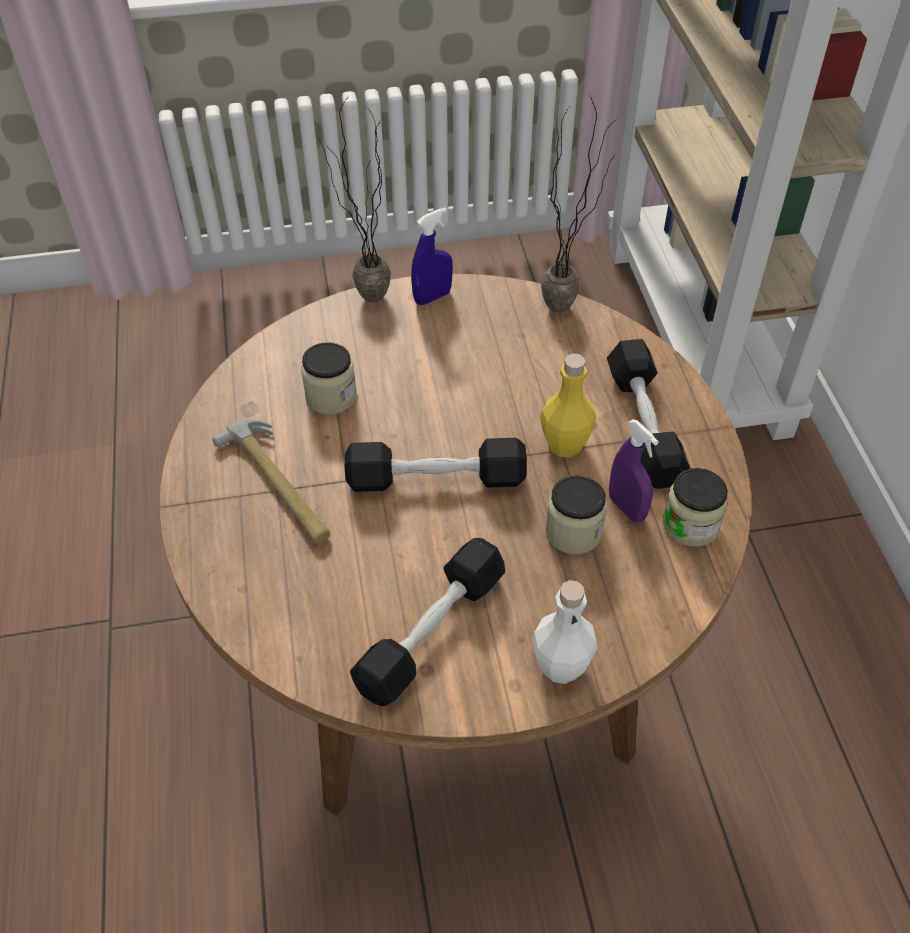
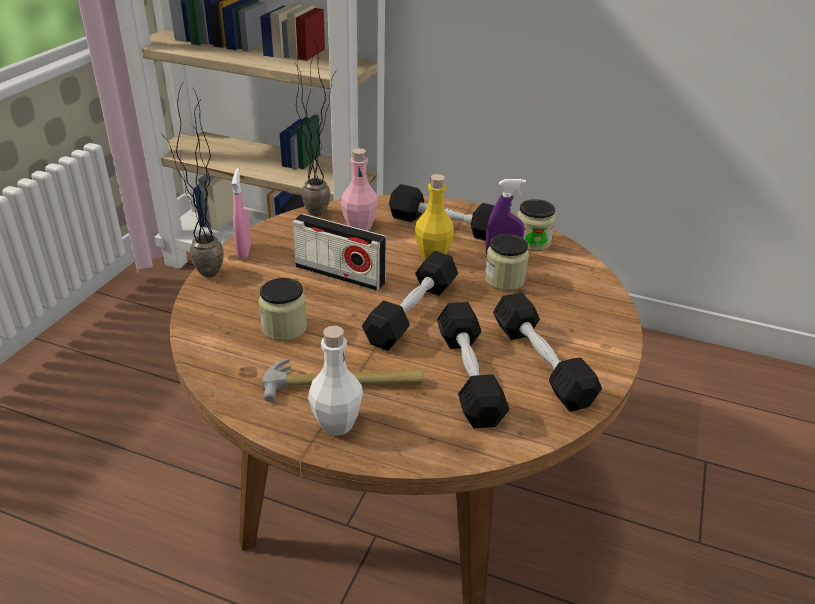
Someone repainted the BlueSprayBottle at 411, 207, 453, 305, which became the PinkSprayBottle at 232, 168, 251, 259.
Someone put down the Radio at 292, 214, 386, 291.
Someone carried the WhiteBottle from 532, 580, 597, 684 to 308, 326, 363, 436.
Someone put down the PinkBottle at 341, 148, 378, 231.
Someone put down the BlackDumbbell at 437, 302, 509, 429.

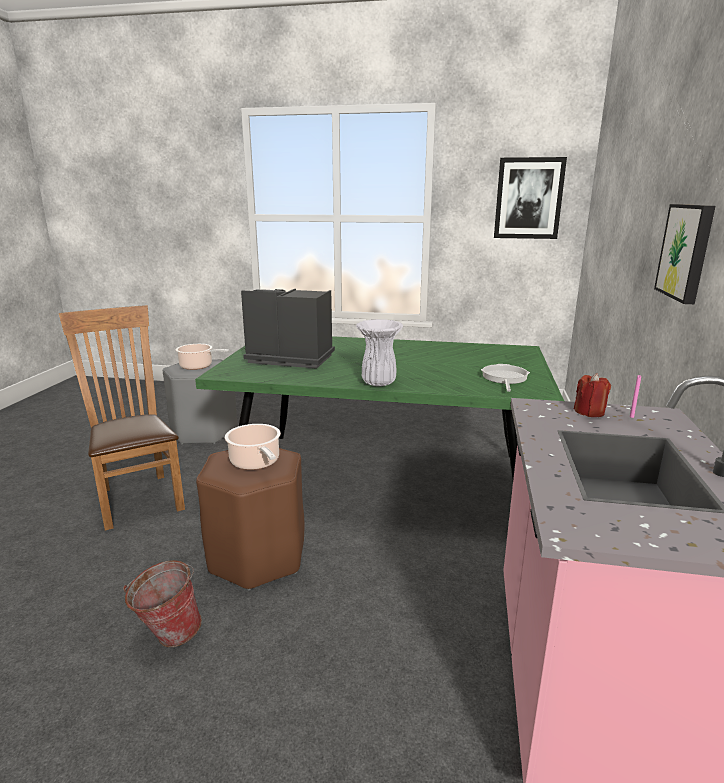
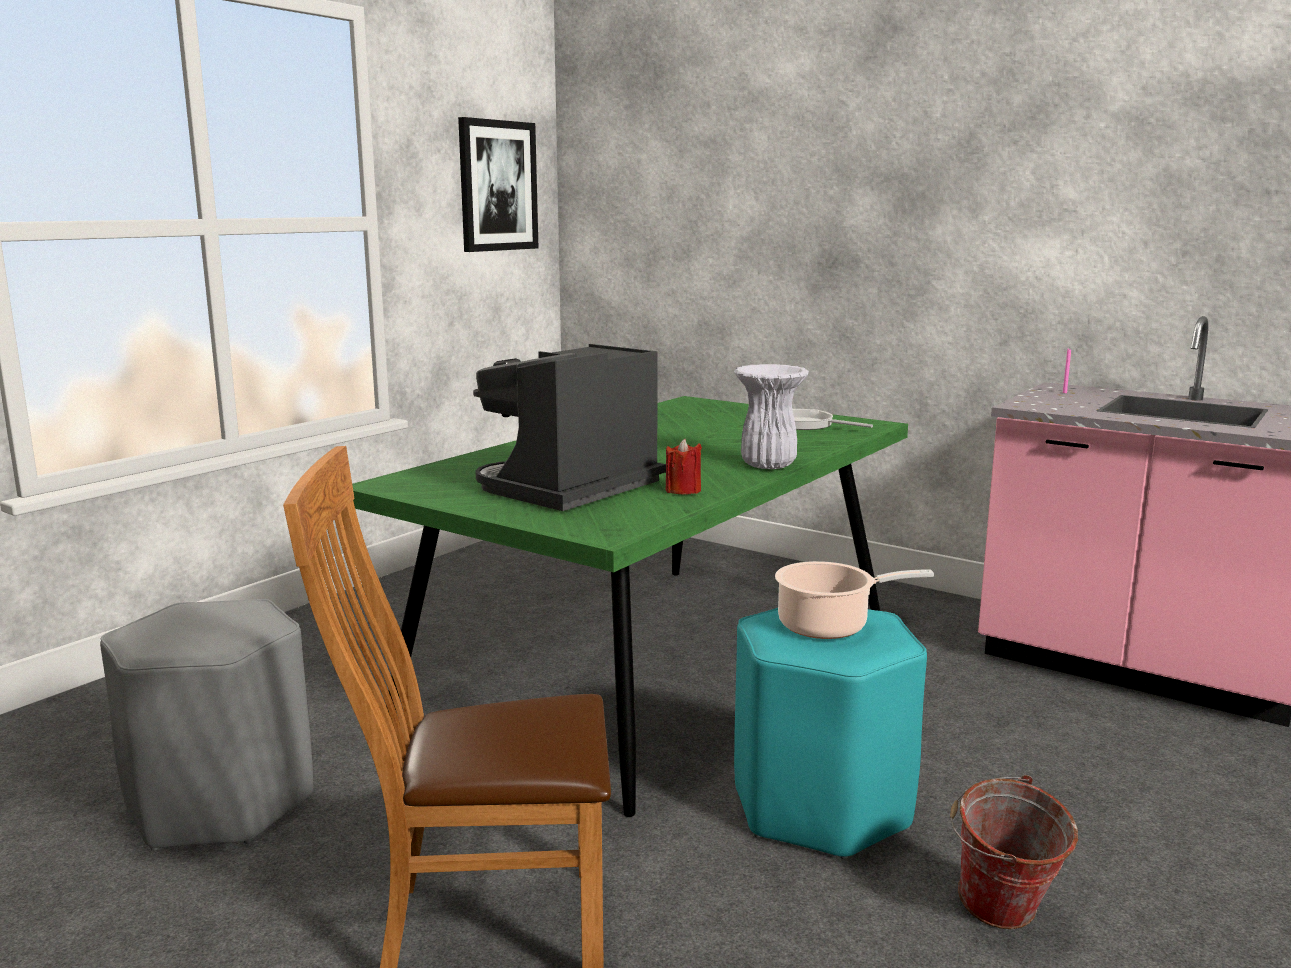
Someone carried the RedCandle from 574, 373, 611, 417 to 666, 439, 702, 494.
Someone repainted the BrownStool at 196, 448, 304, 591, which became the TurquoiseStool at 734, 608, 927, 859.
Someone took away the CookingPot at 176, 344, 229, 370.
Someone took away the Picture at 654, 204, 715, 304.

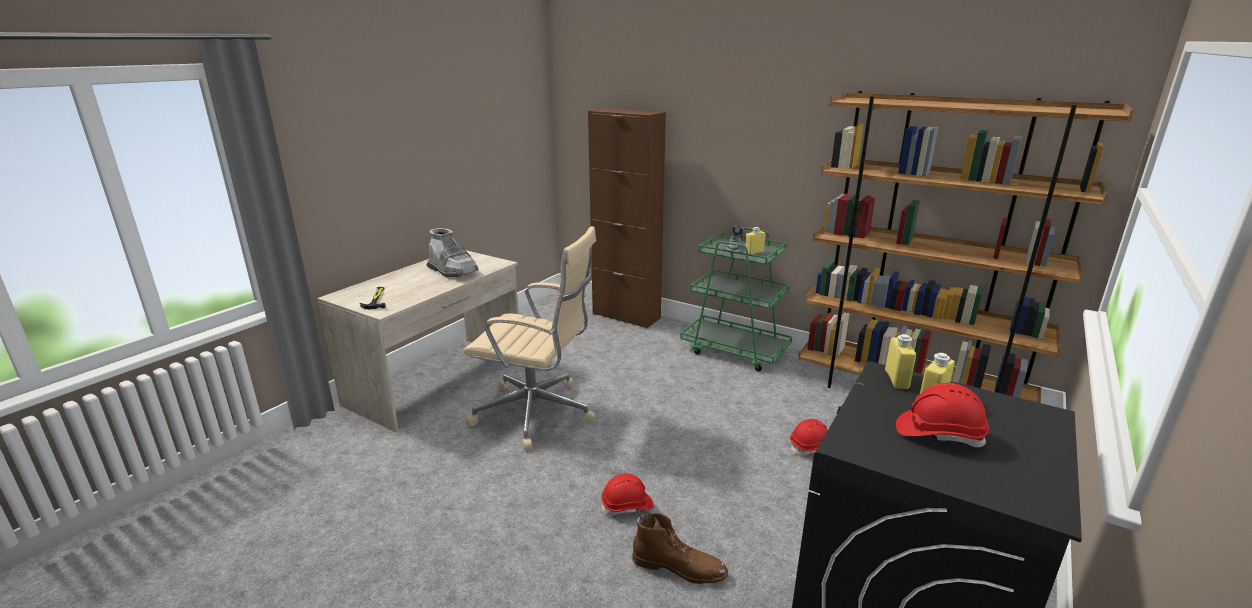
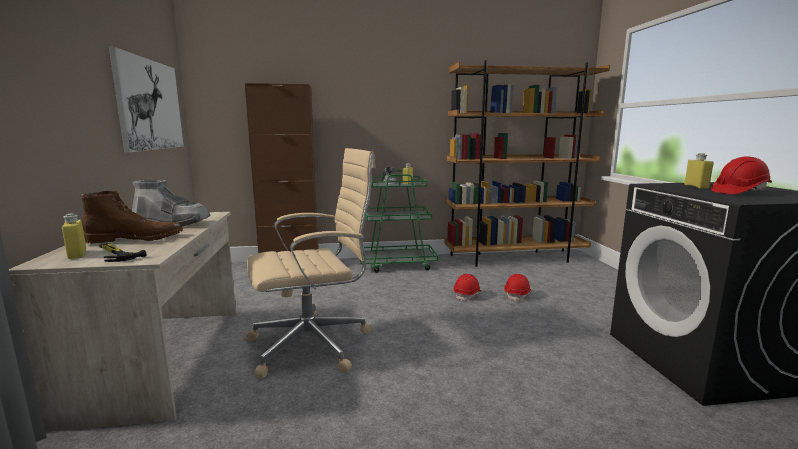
Someone carried the YellowBottle from 885, 334, 916, 389 to 62, 213, 86, 259.
Someone carried the BrownBoot from 632, 513, 728, 584 to 81, 191, 183, 243.
Someone put up the Picture at 109, 47, 183, 152.
Someone carried the RedHardHat from 601, 473, 654, 516 to 453, 274, 481, 301.

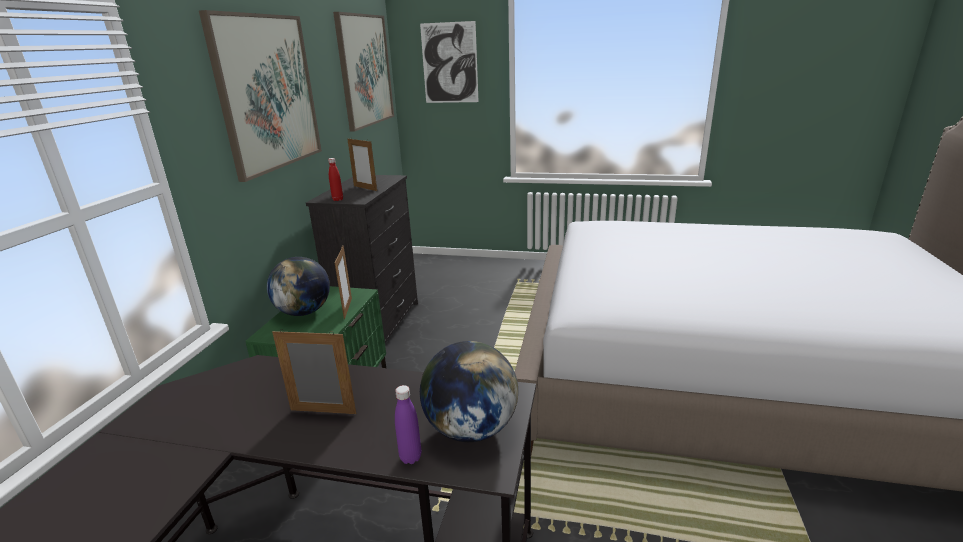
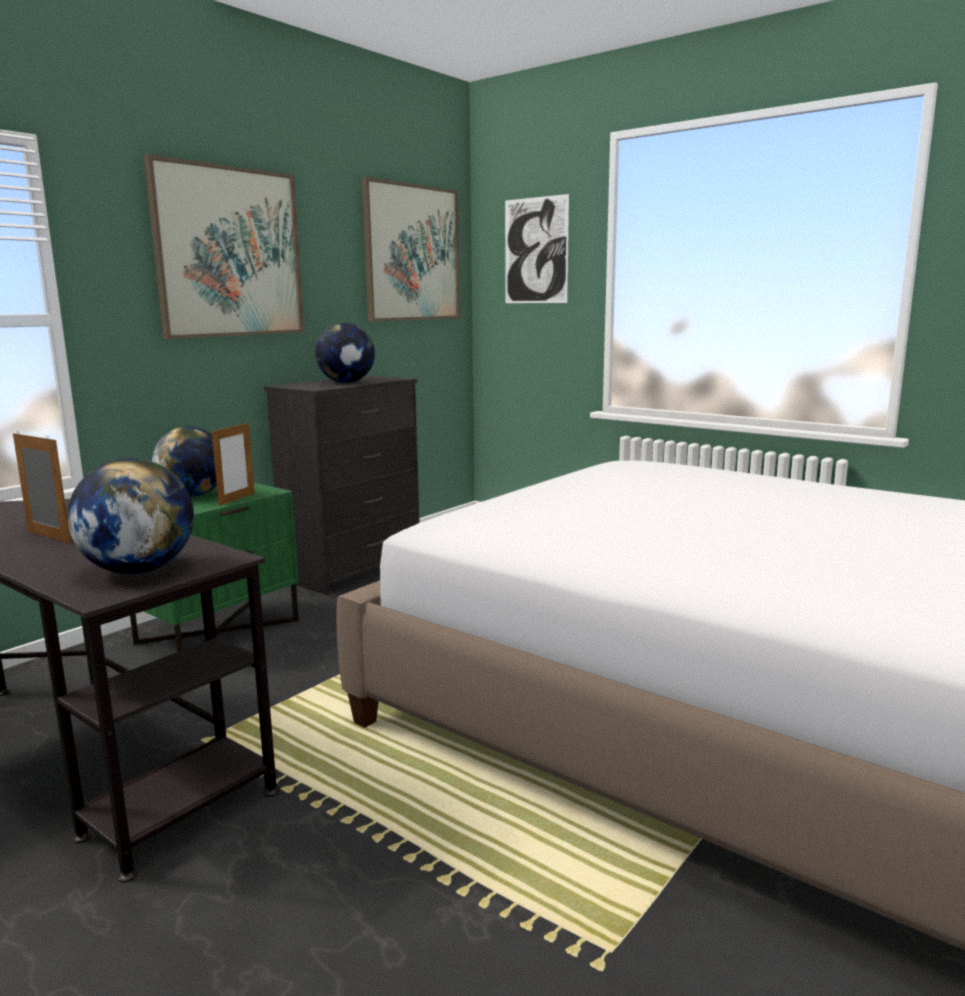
Someone swapped the PictureFrame at 347, 137, 377, 191 for the Globe at 315, 323, 375, 383.
Someone took away the RedBottle at 328, 158, 343, 201.
Someone took away the PurpleBottle at 395, 385, 421, 464.

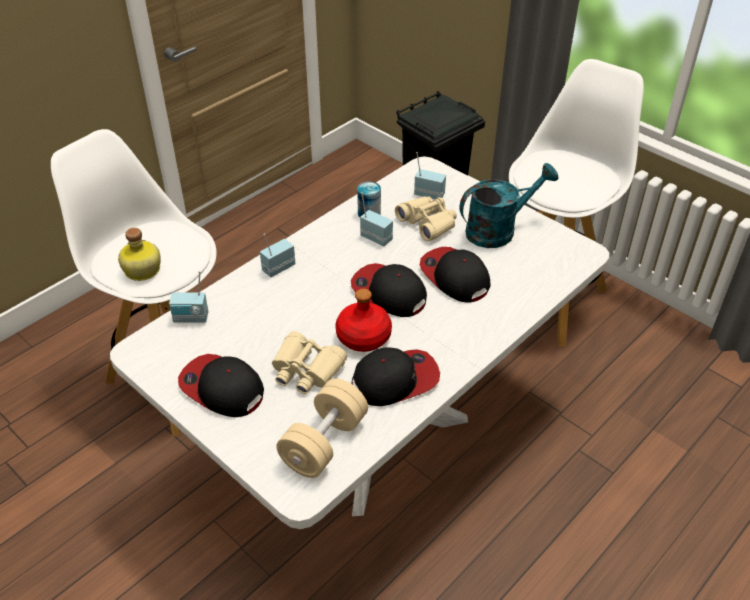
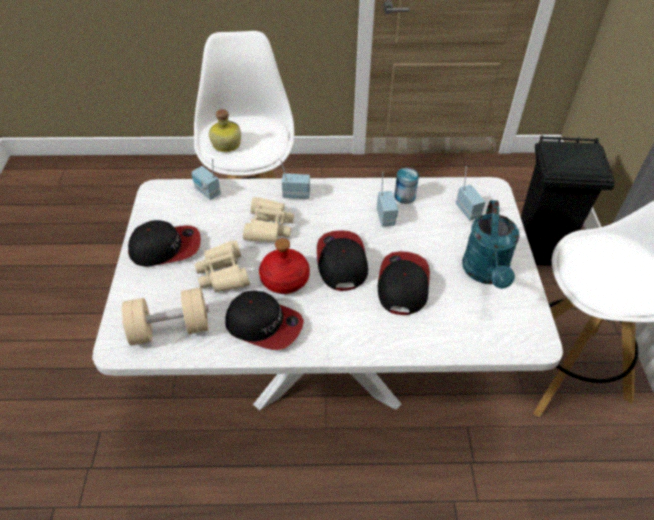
Someone rotated the Cap at 178, 354, 264, 417 by 90 degrees clockwise.
Someone carried the BeigeBinoculars from 395, 196, 457, 241 to 243, 197, 294, 242.
Someone rotated the TurquoiseWateringCan at 460, 163, 558, 248 by 75 degrees clockwise.

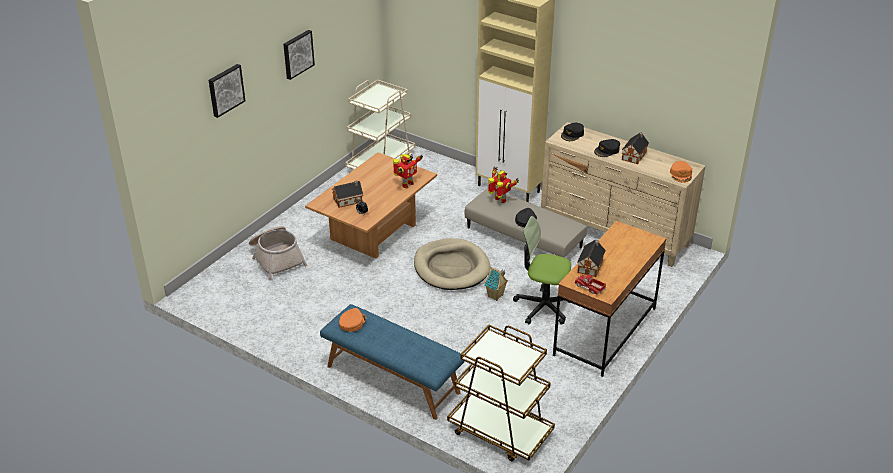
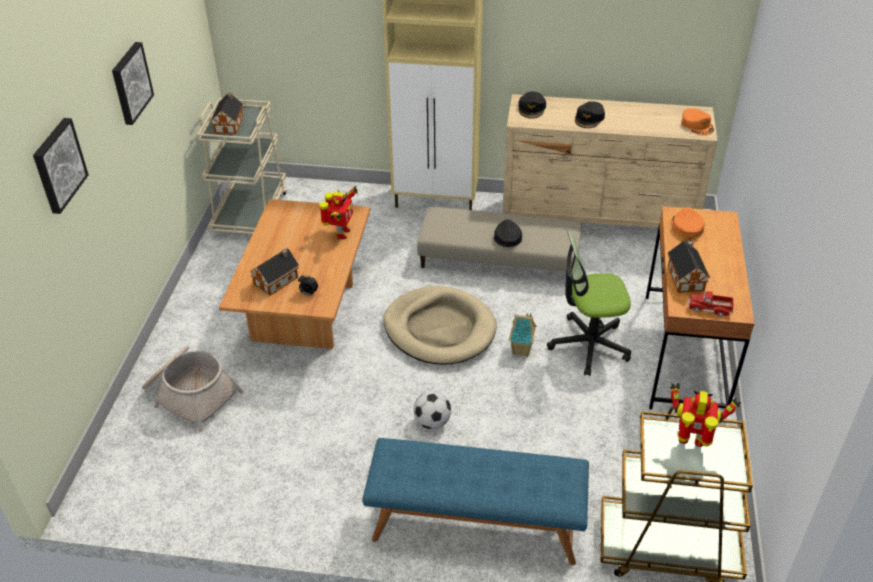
Someone carried the ToyHouse from 621, 133, 649, 164 to 211, 93, 243, 134.
Someone put down the Football at 414, 391, 451, 429.
Someone carried the ToyRobot from 488, 166, 519, 203 to 670, 383, 741, 447.
Someone carried the OrangeCap from 339, 308, 366, 332 to 672, 207, 705, 238.

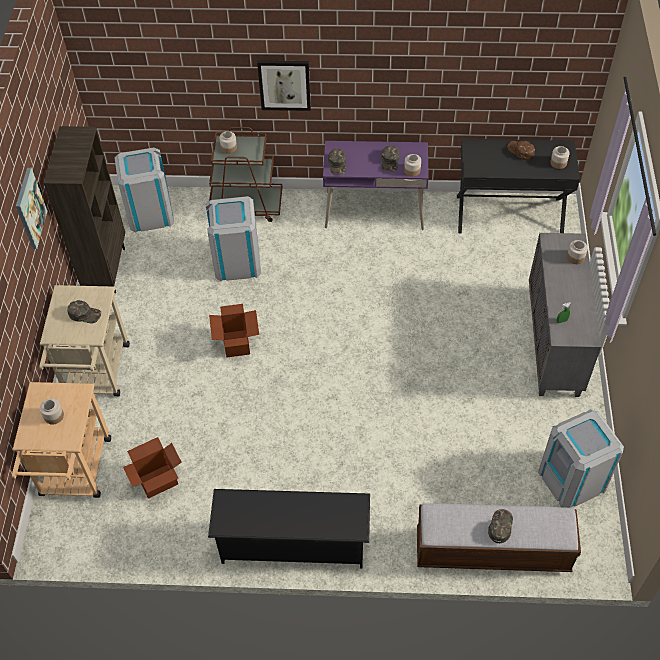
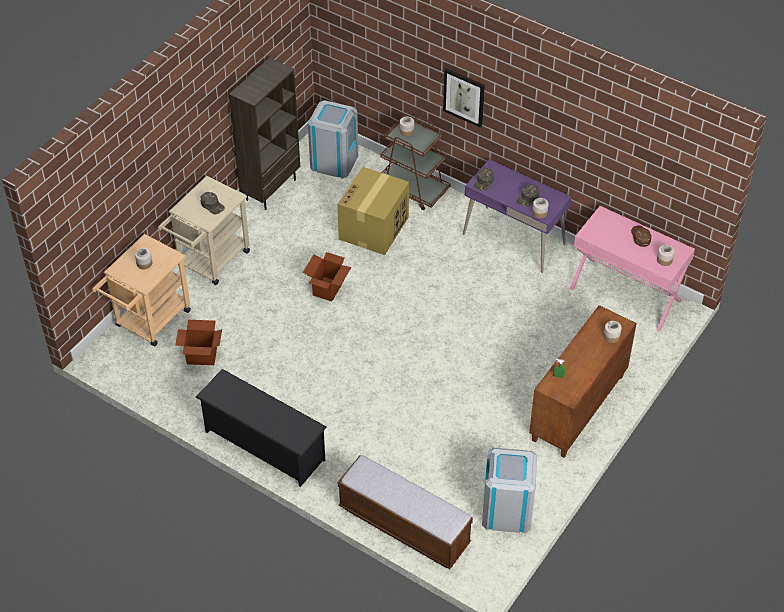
Someone swapped the GreyTrashCan at 206, 196, 261, 281 for the CardboardBox at 337, 167, 409, 255.
Someone repainted the GreyCabinet at 529, 233, 601, 397, which became the BrownCabinet at 529, 305, 637, 458.
Someone repainted the BlackDesk at 457, 139, 580, 233, which became the PinkDesk at 570, 206, 695, 332.
Someone took away the Picture at 16, 168, 47, 249.
Someone took away the GreenCap at 488, 509, 513, 543.

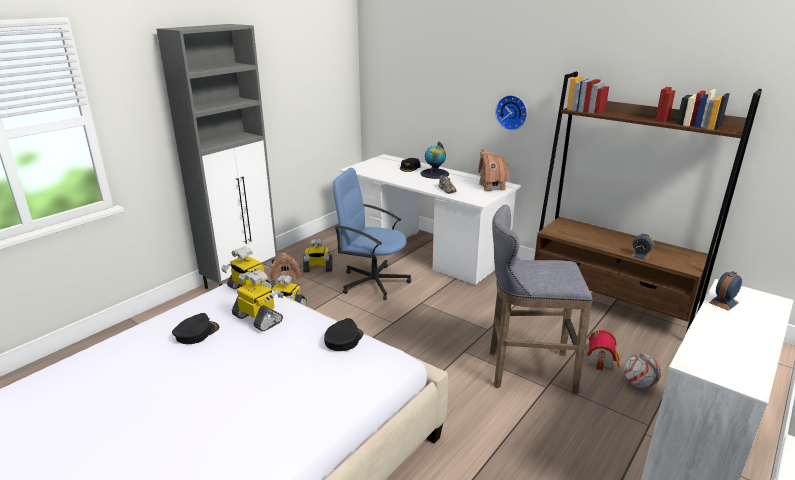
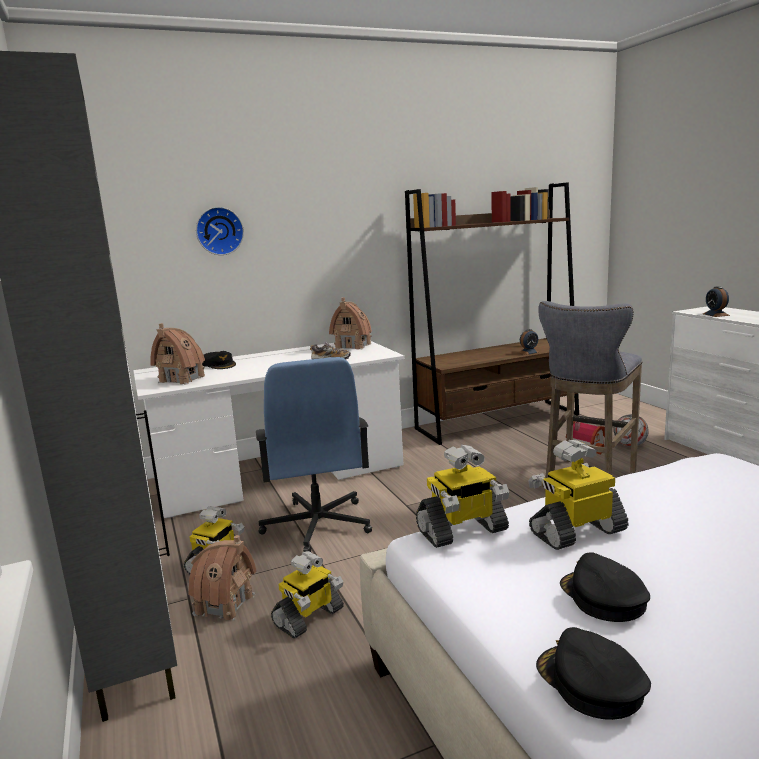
Someone put down the ToyHouse at 150, 323, 205, 385.
Someone carried the WallClock from 495, 95, 527, 130 to 196, 207, 244, 255.
Someone rotated the BlueOfficeChair at 333, 168, 411, 300 by 60 degrees counterclockwise.
Someone carried the BlackCap from 324, 318, 363, 351 to 536, 627, 651, 720.
Someone took away the Globe at 421, 142, 449, 179.

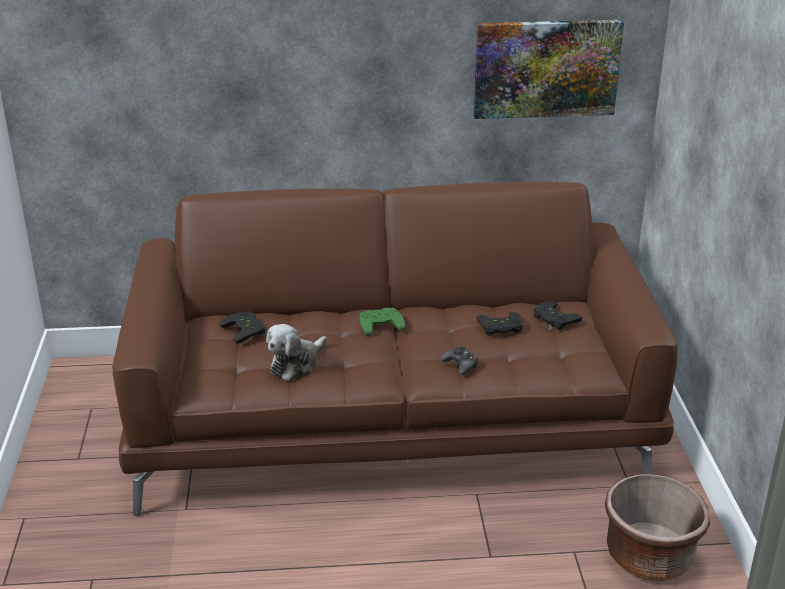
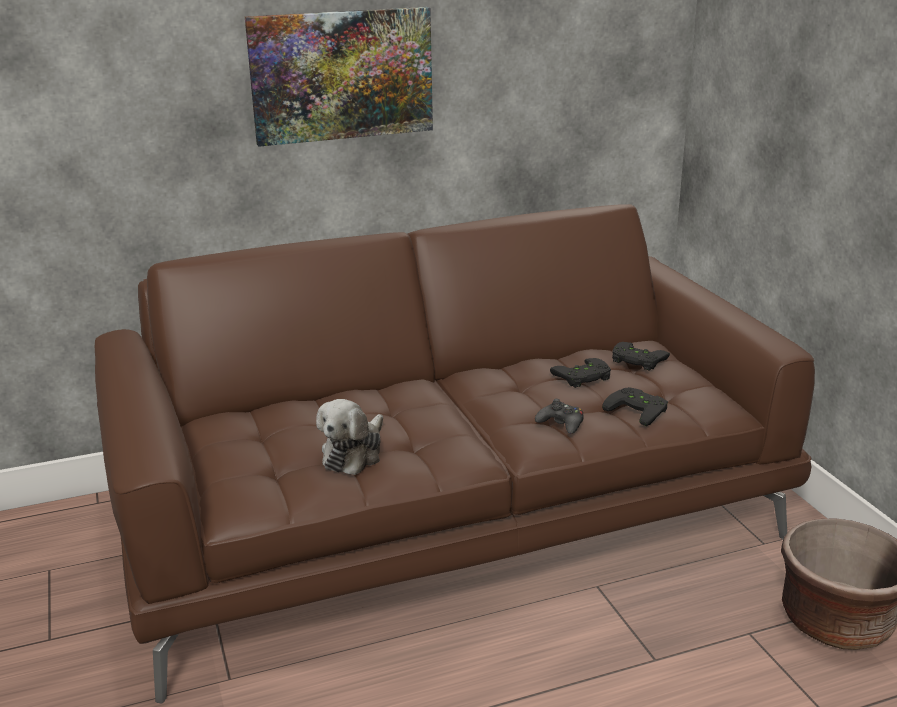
Someone carried the Picture from 474, 20, 624, 119 to 245, 7, 433, 147.
Someone carried the BlackGameController from 219, 311, 265, 344 to 602, 387, 668, 426.
Someone took away the GreenGameController at 359, 308, 405, 336.

